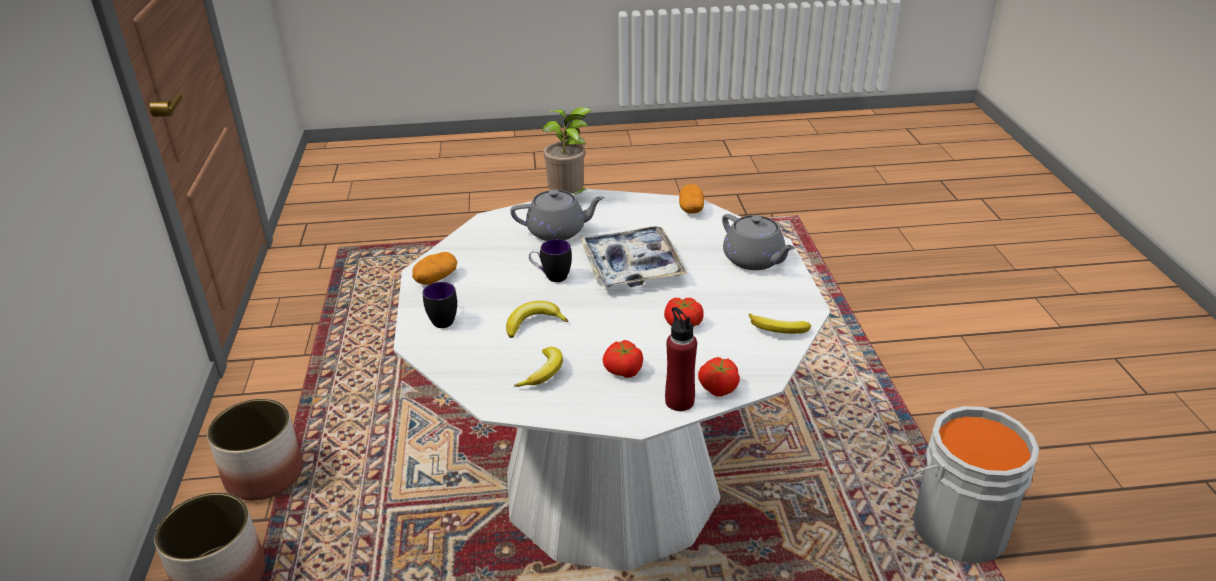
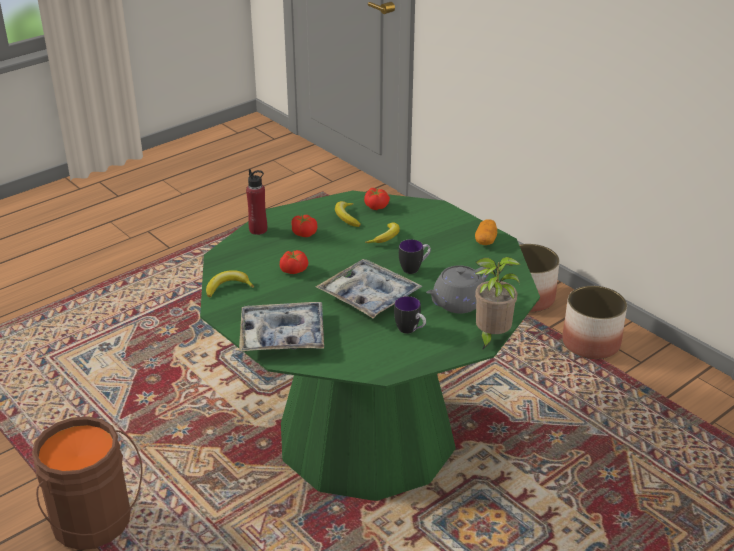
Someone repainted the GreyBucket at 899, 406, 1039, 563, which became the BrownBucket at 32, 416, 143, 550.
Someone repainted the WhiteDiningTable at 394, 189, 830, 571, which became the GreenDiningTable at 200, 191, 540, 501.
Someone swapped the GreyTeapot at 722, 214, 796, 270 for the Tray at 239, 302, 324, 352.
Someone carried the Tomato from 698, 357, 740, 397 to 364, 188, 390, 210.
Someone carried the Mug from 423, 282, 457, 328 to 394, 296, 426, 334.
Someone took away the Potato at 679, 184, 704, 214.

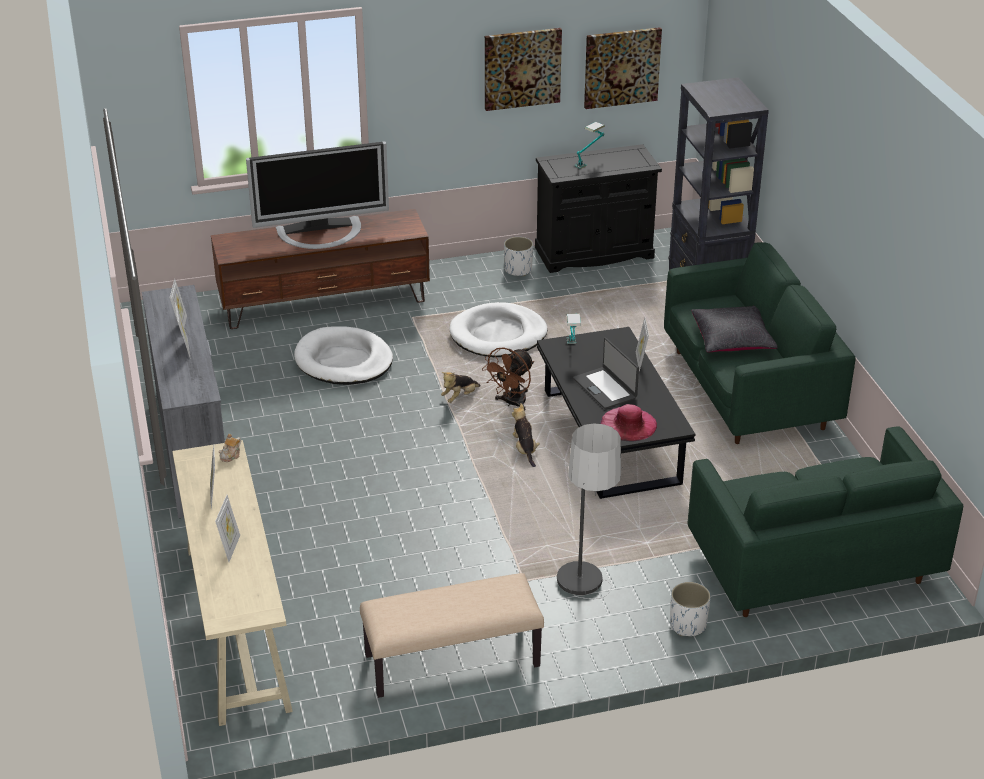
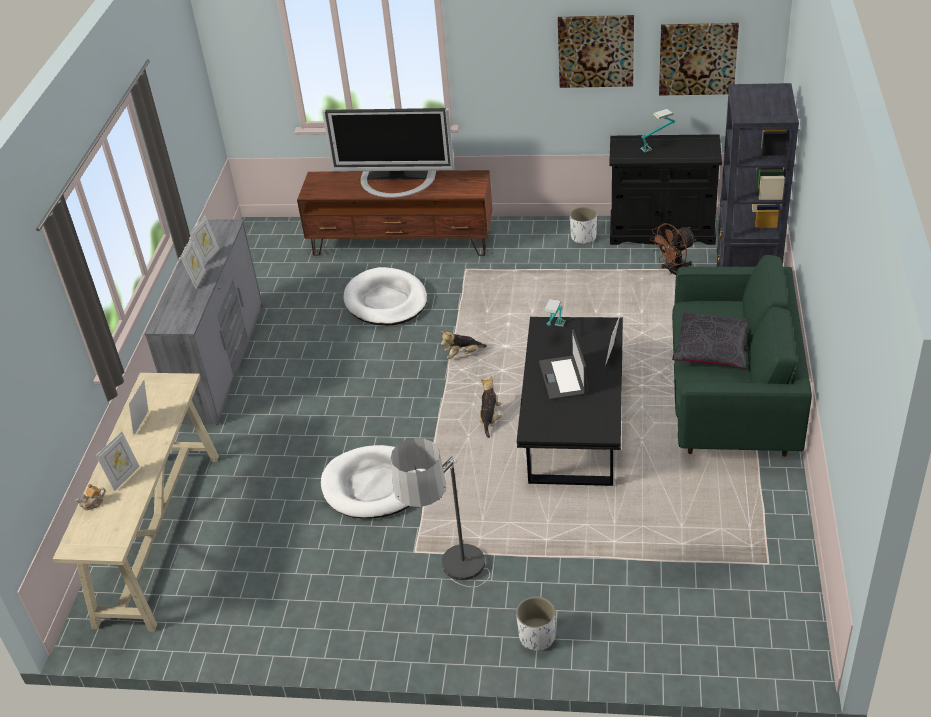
Someone carried the Teapot from 218, 434, 241, 462 to 75, 484, 106, 510.
Someone carried the WhiteDogBed from 449, 302, 548, 357 to 321, 445, 426, 519.
Someone carried the BrownFan from 482, 347, 534, 411 to 650, 223, 697, 275.
Someone took away the BeigeBench at 360, 573, 544, 698.
Someone took away the PinkHat at 600, 404, 657, 442.
Someone took away the GreenSofa at 688, 426, 963, 617.

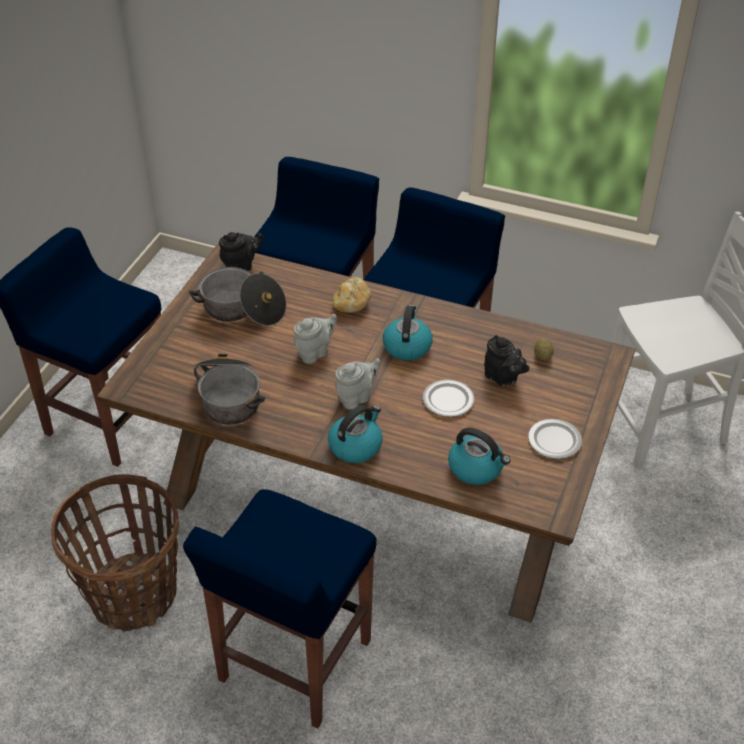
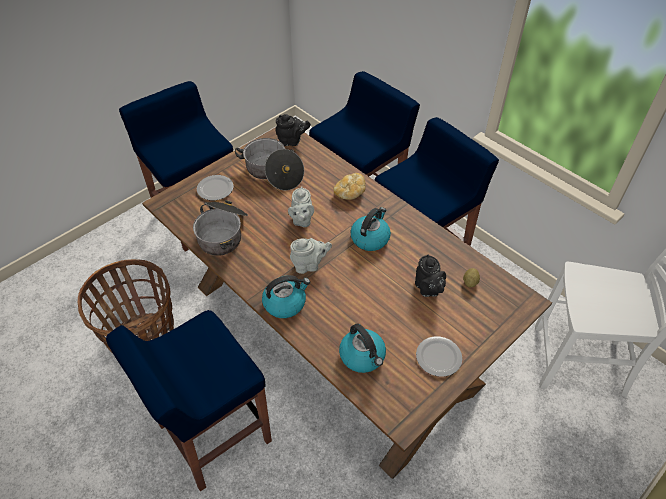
Someone carried the Plate from 423, 380, 474, 417 to 197, 175, 234, 200.
Someone rotated the GreyTeapot at 294, 314, 337, 364 by 105 degrees clockwise.

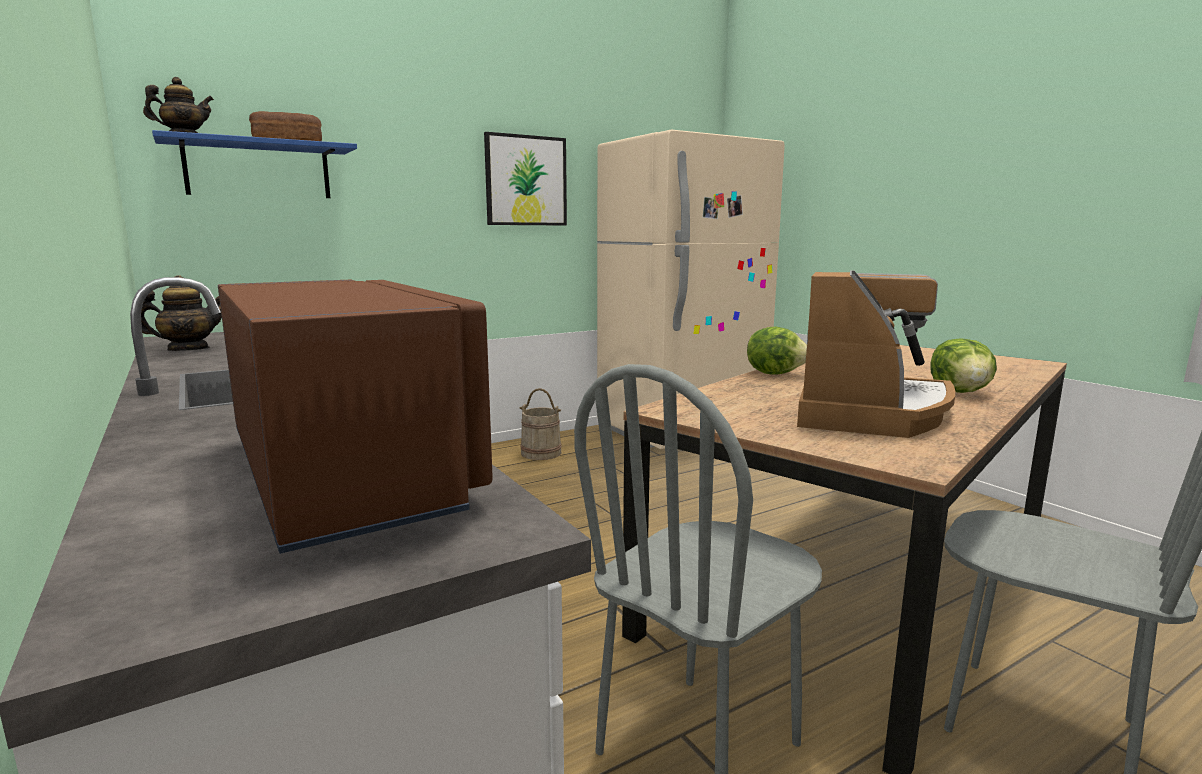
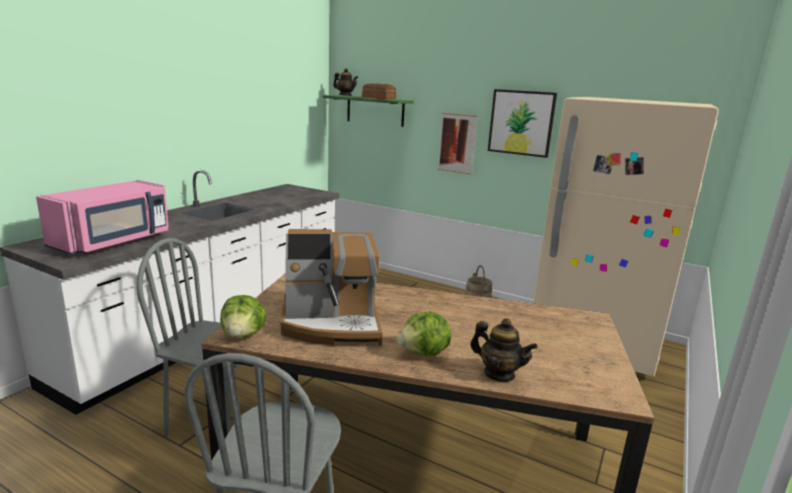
Someone repainted the BrownMicrowave at 218, 280, 493, 554, which became the PinkMicrowave at 36, 180, 169, 254.
Someone carried the Lettuce from 747, 327, 807, 375 to 220, 295, 267, 338.
Someone repainted the BlueShelf at 152, 130, 357, 198, which became the GreenShelf at 323, 95, 413, 127.
Someone put up the Picture at 438, 113, 478, 175.
Someone carried the Teapot from 141, 275, 222, 351 to 470, 318, 538, 382.

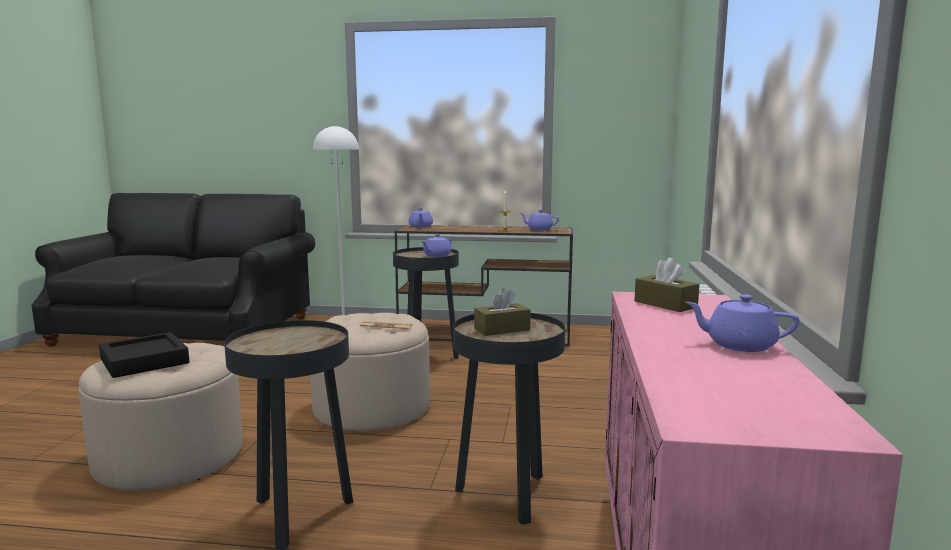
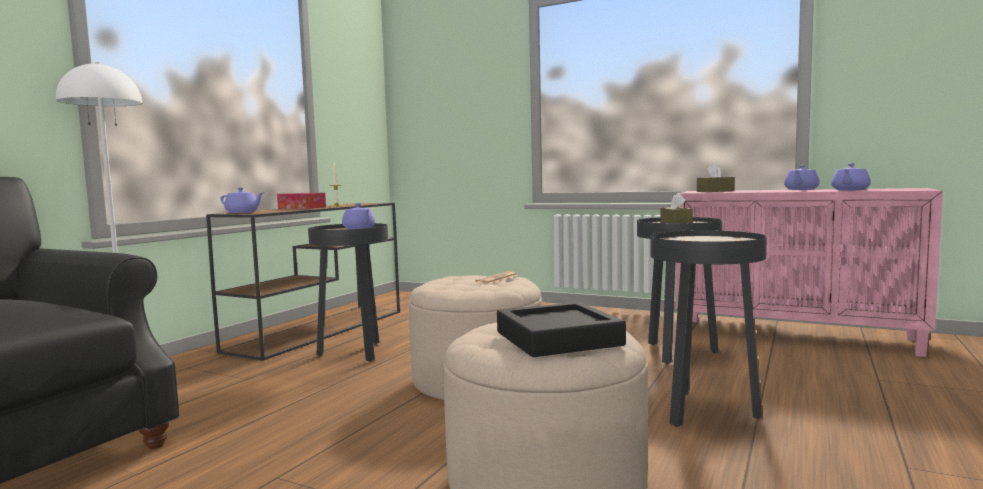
Someone put down the TissueBox at 277, 193, 326, 209.
Someone carried the PurpleTeapot from 520, 210, 559, 230 to 831, 163, 871, 190.

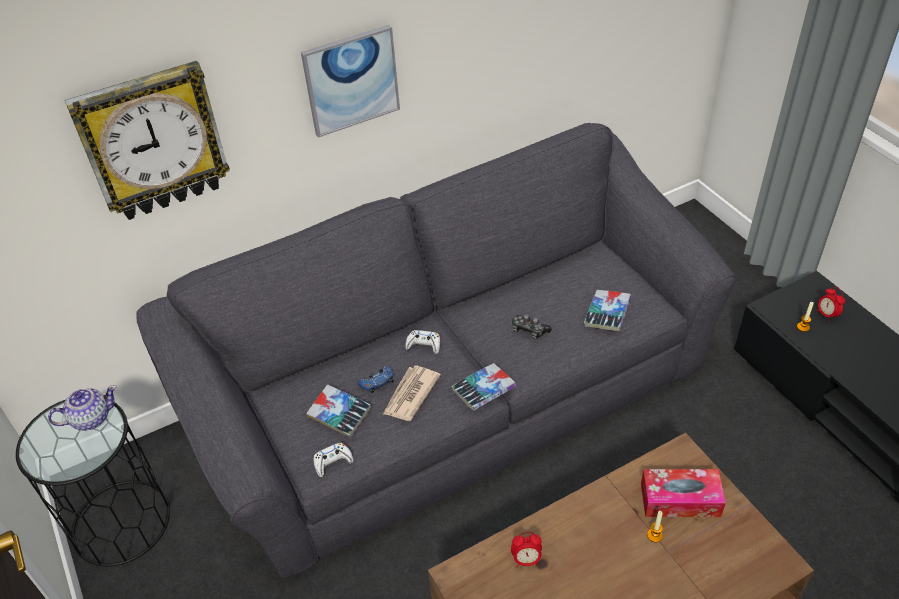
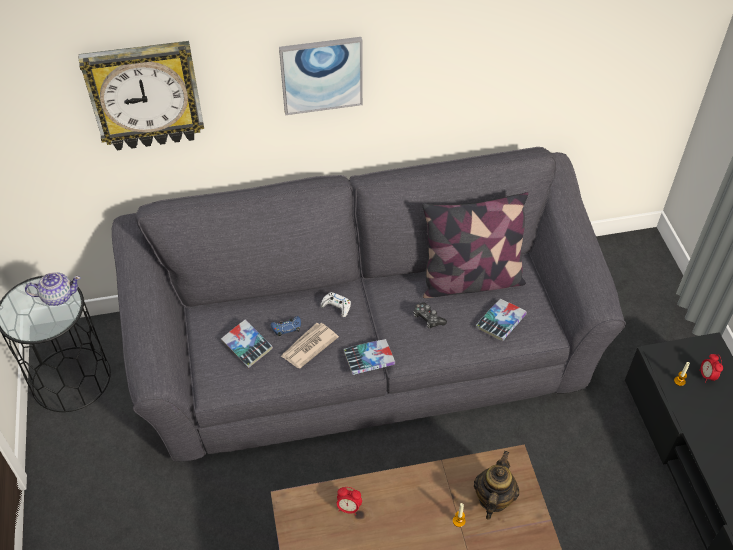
Someone put down the Pillow at 422, 192, 528, 298.
Someone swapped the TissueBox at 641, 469, 726, 517 for the Teapot at 474, 451, 519, 520.
Someone took away the WhiteGameController at 313, 443, 354, 477.

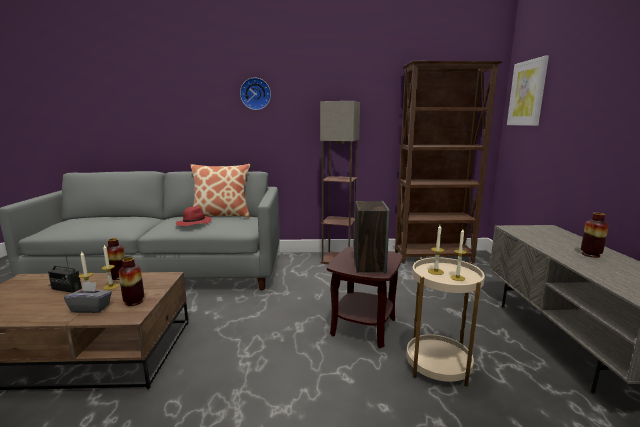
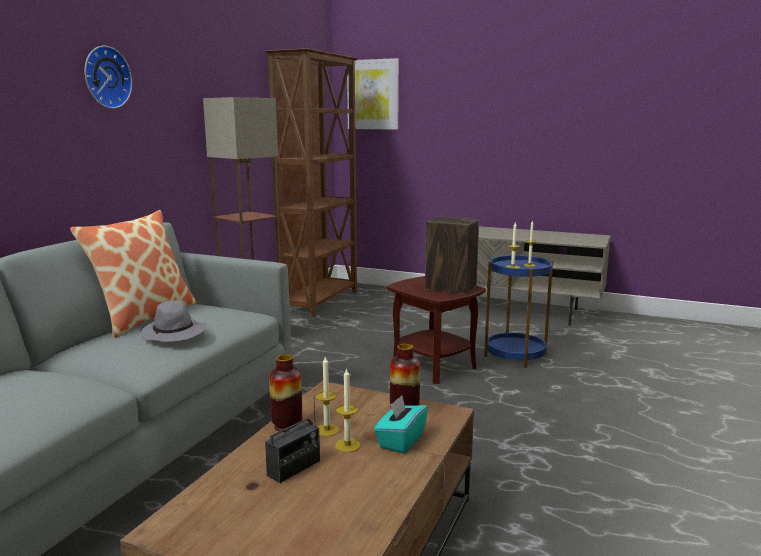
Someone repainted the RedHat at 176, 206, 212, 226, which became the GreyHat at 141, 300, 207, 342.
Someone repainted the GreyTissueBox at 64, 282, 112, 313, which became the TurquoiseTissueBox at 374, 395, 428, 454.
Someone repainted the BeigeSideTable at 406, 257, 485, 387, which became the BlueSideTable at 484, 254, 553, 367.
Someone took away the Vase at 581, 212, 609, 258.

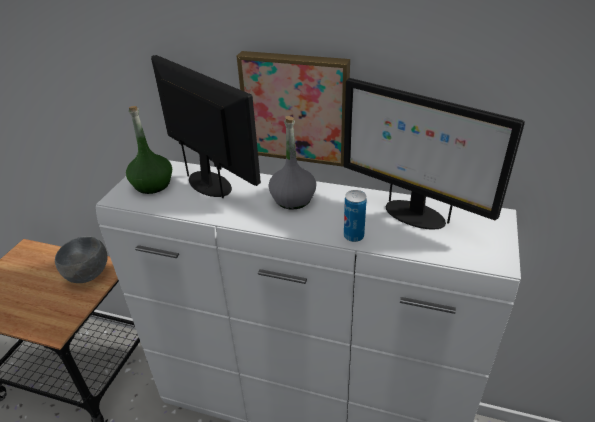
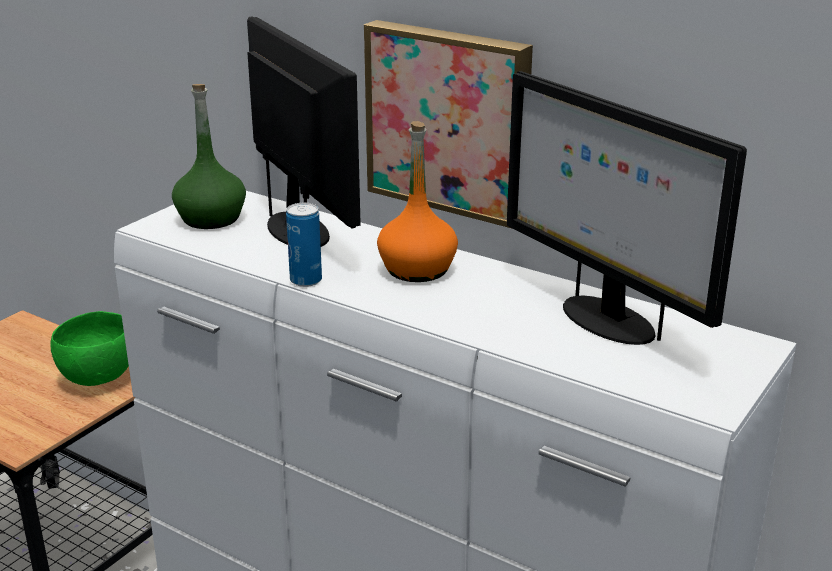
Someone repainted the GreyBowl at 55, 236, 108, 283, which became the GreenBowl at 51, 311, 129, 386.
Someone carried the Can from 344, 190, 367, 242 to 286, 203, 322, 287.
Someone repainted the GreyBottle at 269, 116, 316, 210, which became the OrangeBottle at 377, 121, 458, 282.

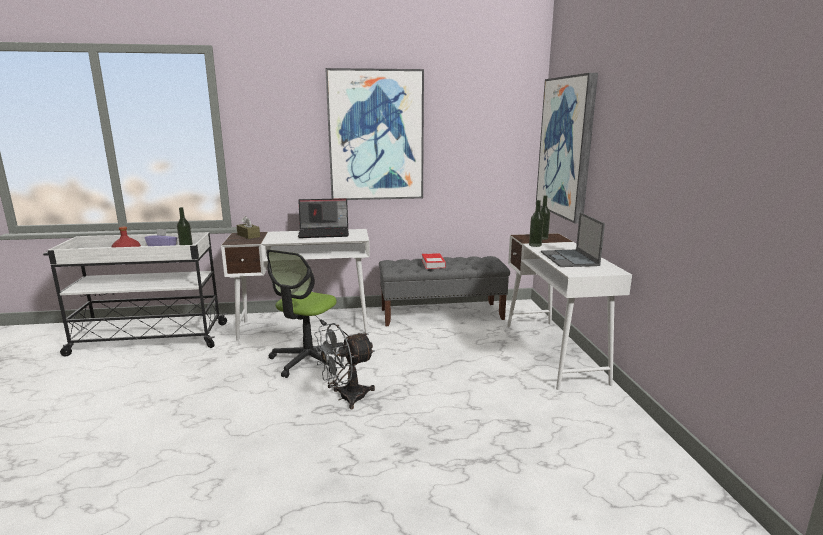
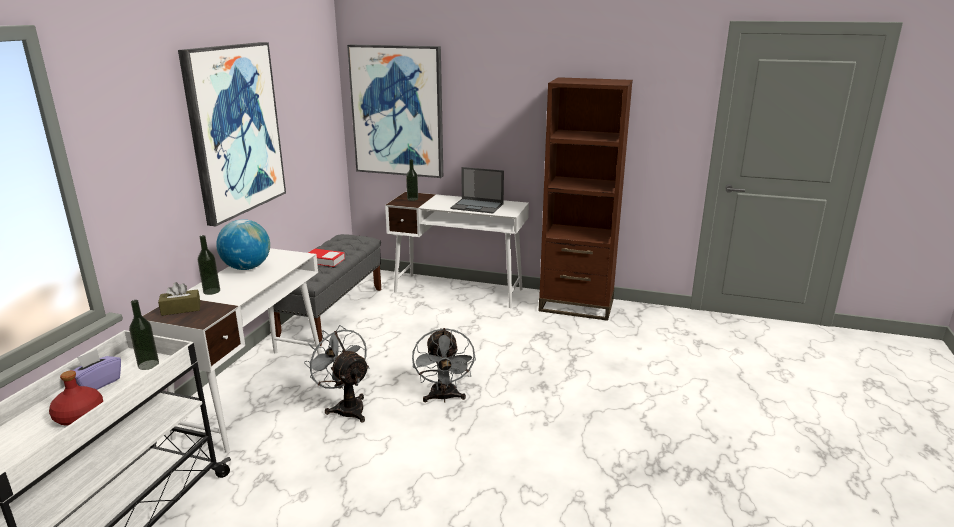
Someone carried the Bottle from 529, 200, 544, 247 to 198, 235, 220, 295.
Someone swapped the Laptop at 298, 198, 349, 238 for the Globe at 216, 219, 270, 270.
Someone swapped the OfficeChair at 266, 249, 344, 378 for the GreyFan at 304, 325, 369, 423.
Someone put down the BrownBookcase at 539, 77, 633, 321.

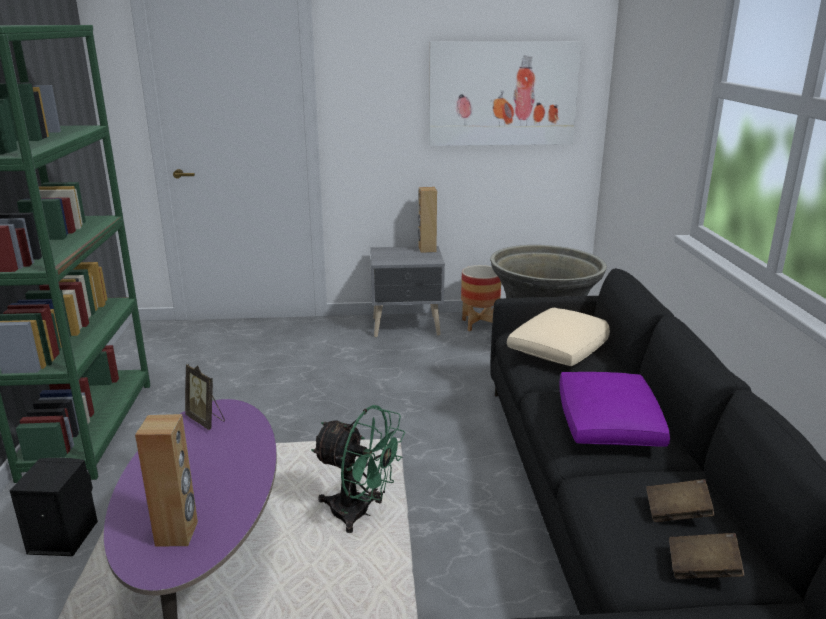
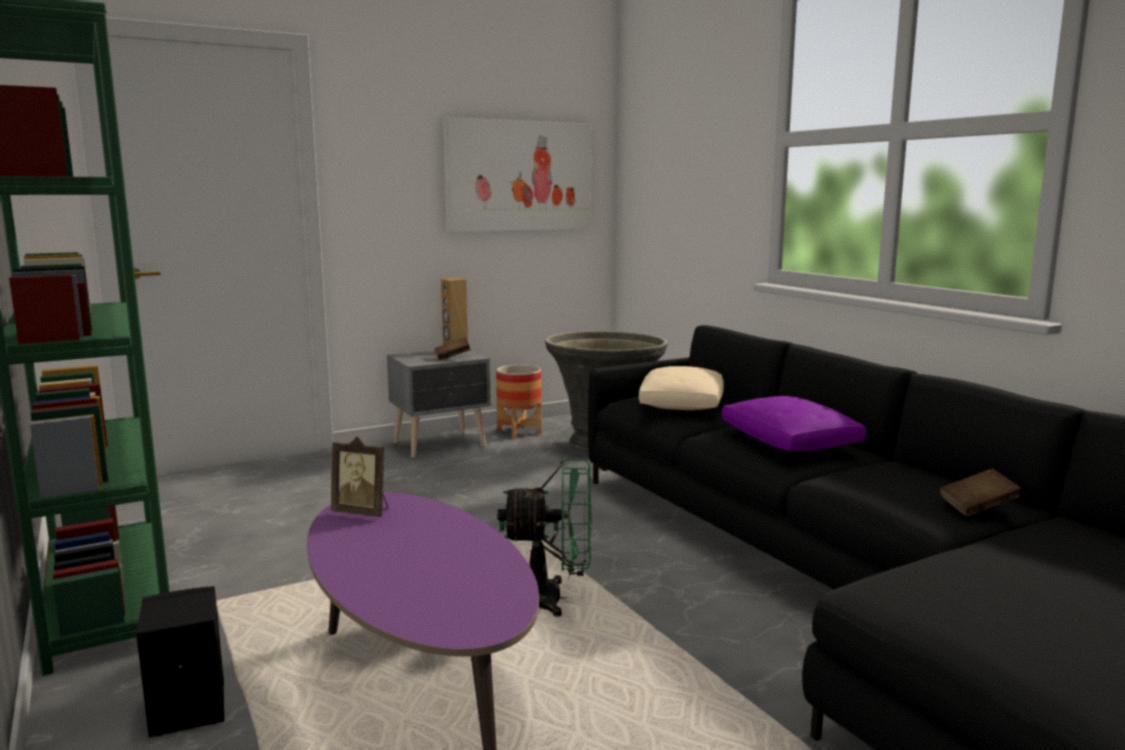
Someone carried the BrownBook from 646, 479, 715, 522 to 434, 337, 471, 360.
Someone took away the BrownSpeaker at 135, 414, 198, 547.

